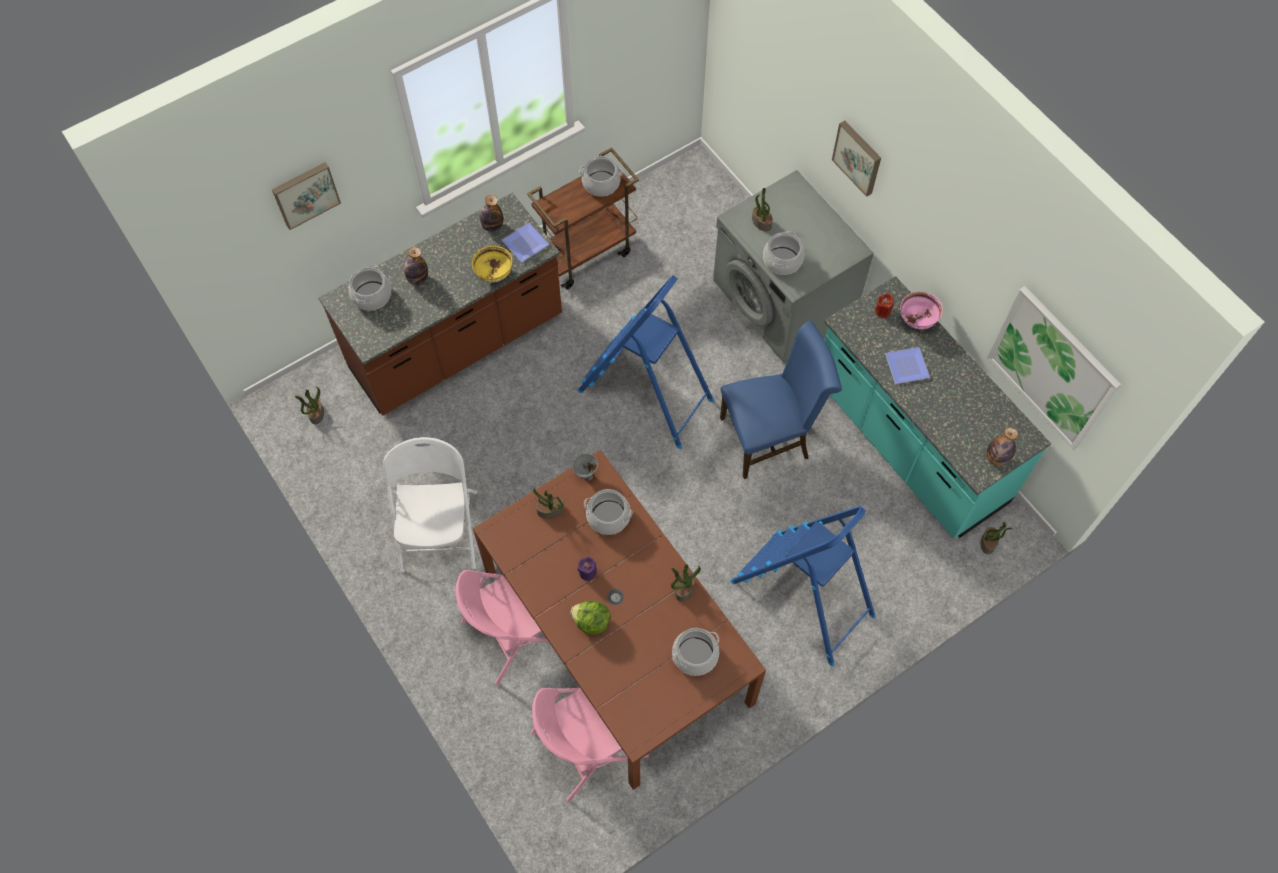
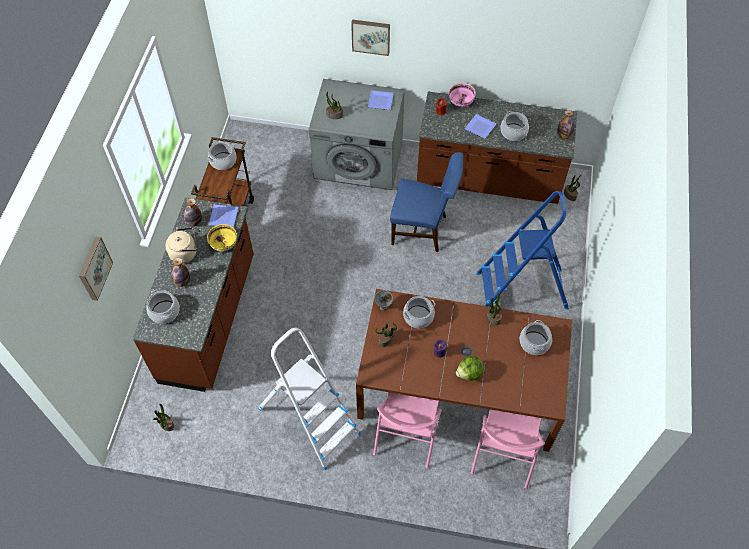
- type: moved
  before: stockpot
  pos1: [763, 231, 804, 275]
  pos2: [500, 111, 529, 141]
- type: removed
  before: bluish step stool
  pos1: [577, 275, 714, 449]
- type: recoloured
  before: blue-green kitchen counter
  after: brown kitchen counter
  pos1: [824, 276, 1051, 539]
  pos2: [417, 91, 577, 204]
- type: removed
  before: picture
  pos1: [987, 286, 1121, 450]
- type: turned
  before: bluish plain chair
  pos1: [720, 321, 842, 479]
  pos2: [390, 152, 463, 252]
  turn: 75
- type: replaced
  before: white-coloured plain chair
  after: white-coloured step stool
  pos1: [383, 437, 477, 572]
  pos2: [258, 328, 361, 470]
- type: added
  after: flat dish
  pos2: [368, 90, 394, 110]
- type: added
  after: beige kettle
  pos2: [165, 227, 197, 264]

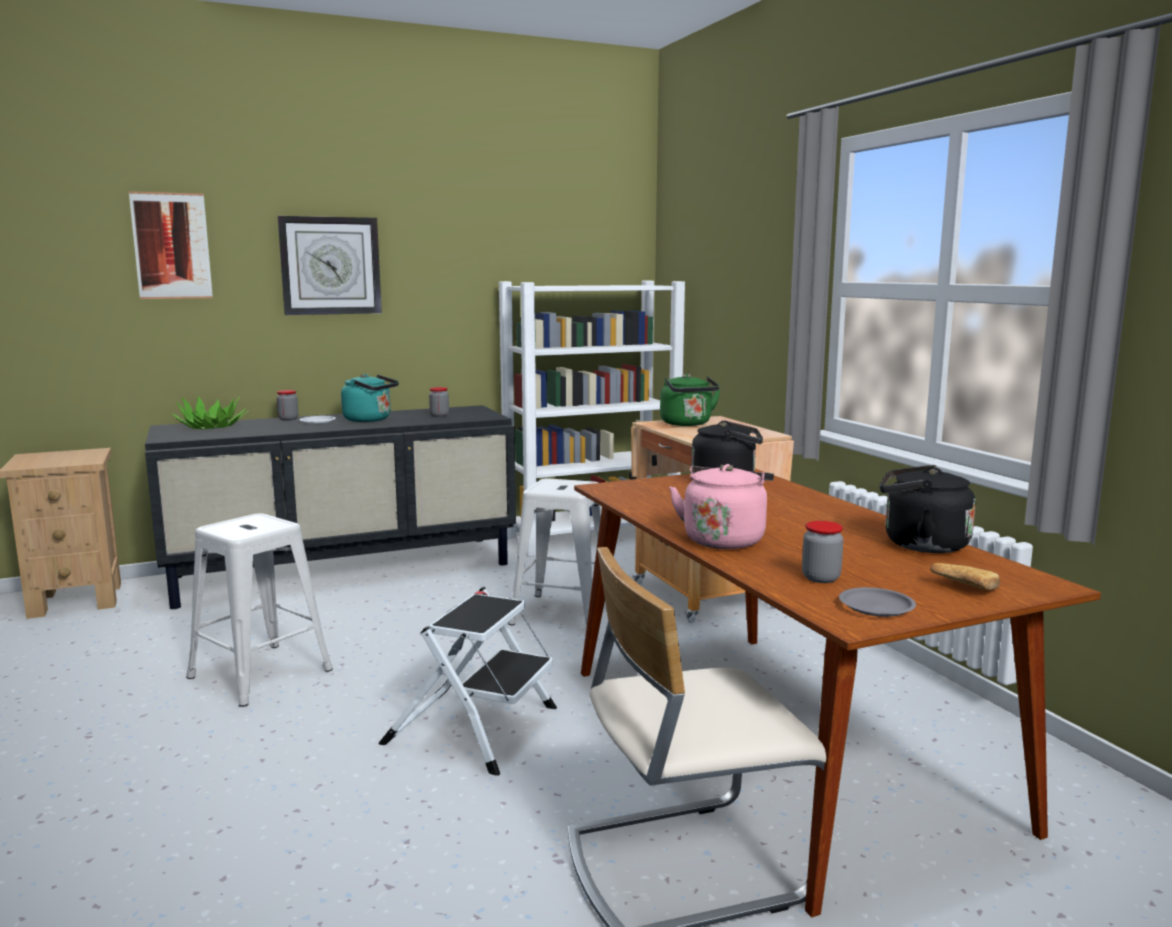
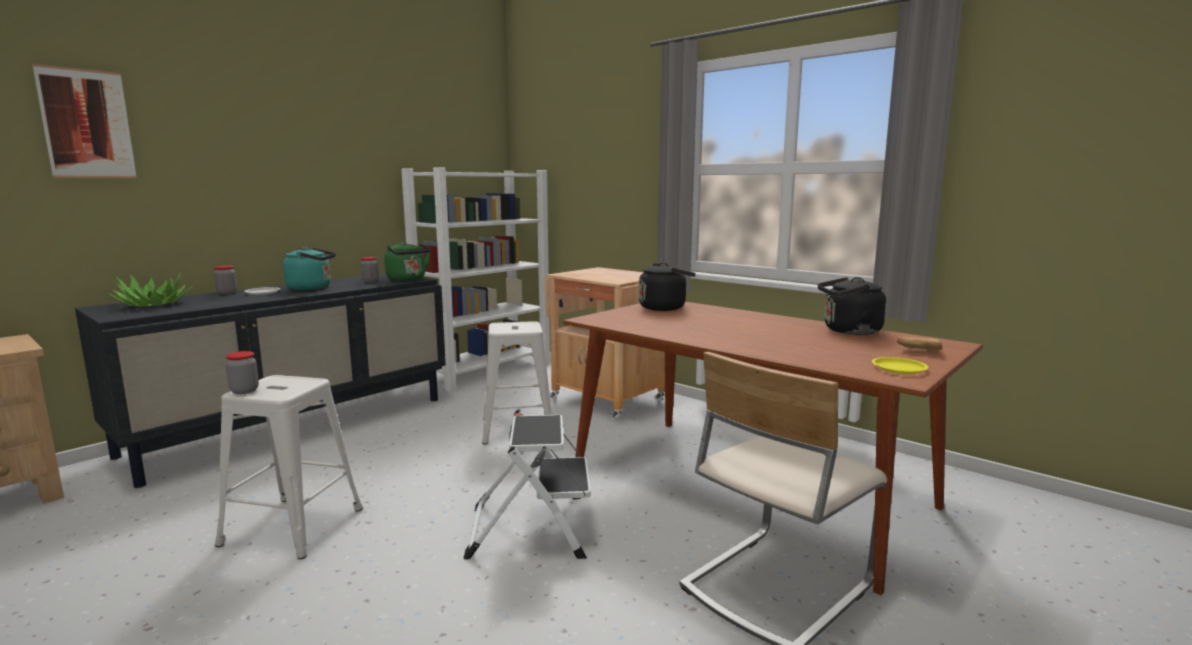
- type: removed
  before: wall clock
  pos1: [277, 216, 382, 315]
- type: moved
  before: green kettle
  pos1: [660, 374, 720, 426]
  pos2: [384, 242, 431, 281]
- type: removed
  before: pink-coloured kettle
  pos1: [669, 464, 774, 549]
- type: moved
  before: jar
  pos1: [802, 521, 843, 583]
  pos2: [226, 351, 259, 394]
- type: recoloured
  before: grey flat dish
  after: yellowish flat dish
  pos1: [839, 587, 916, 617]
  pos2: [872, 357, 929, 374]

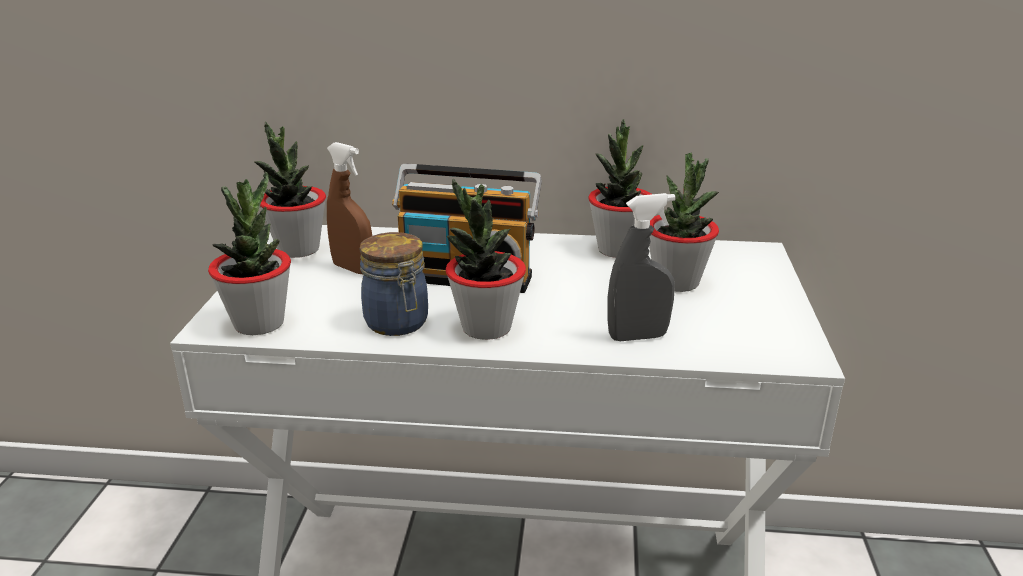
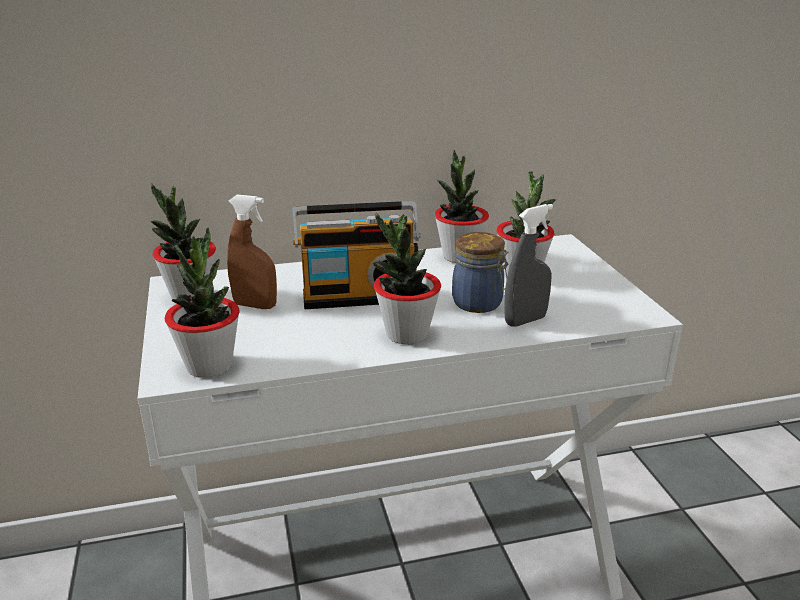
- type: moved
  before: jar
  pos1: [360, 232, 428, 336]
  pos2: [452, 232, 508, 313]

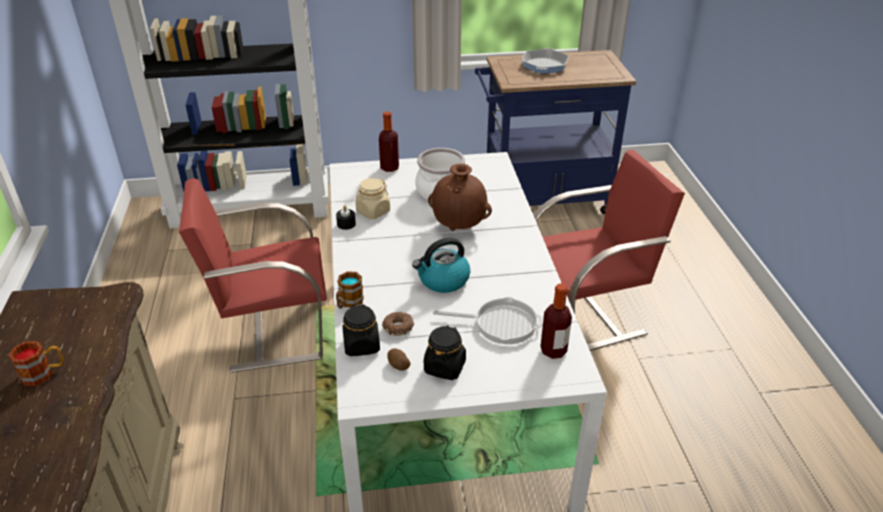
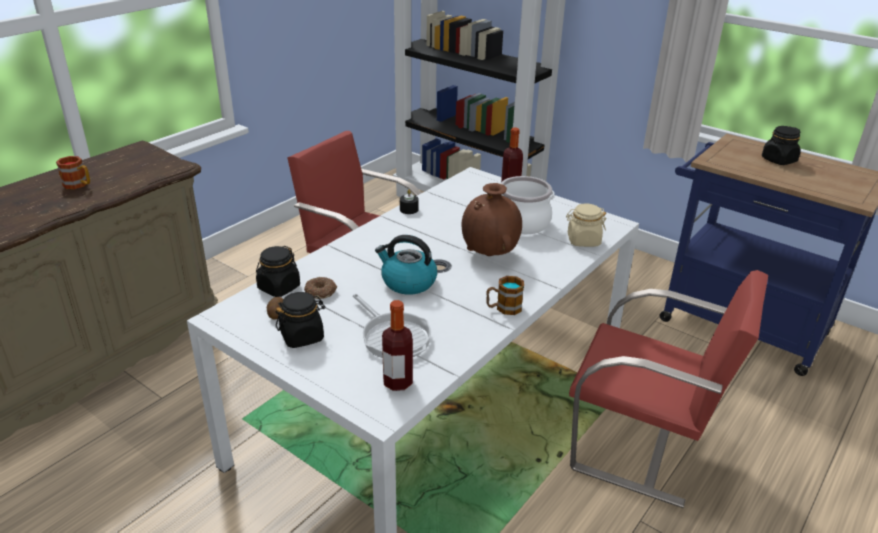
- type: replaced
  before: frying pan
  after: blackish jar
  pos1: [522, 48, 569, 74]
  pos2: [762, 126, 801, 165]
- type: moved
  before: beige jar
  pos1: [355, 178, 390, 219]
  pos2: [566, 204, 606, 247]
- type: moved
  before: coffee mug
  pos1: [336, 271, 364, 309]
  pos2: [486, 276, 524, 315]

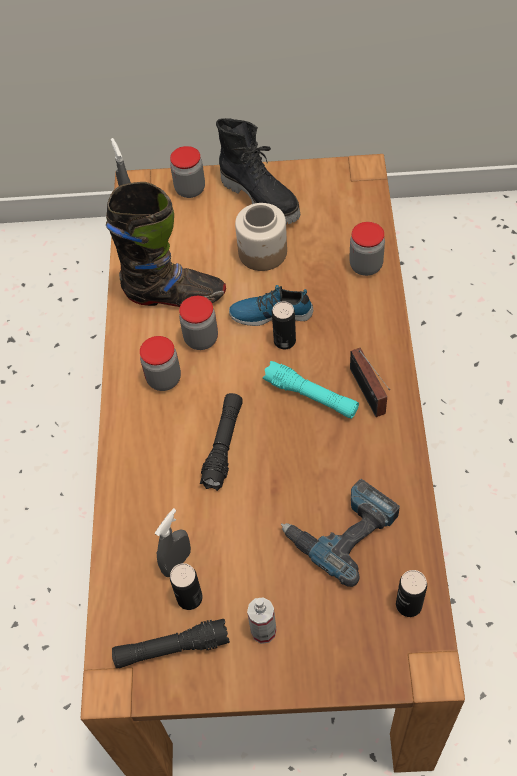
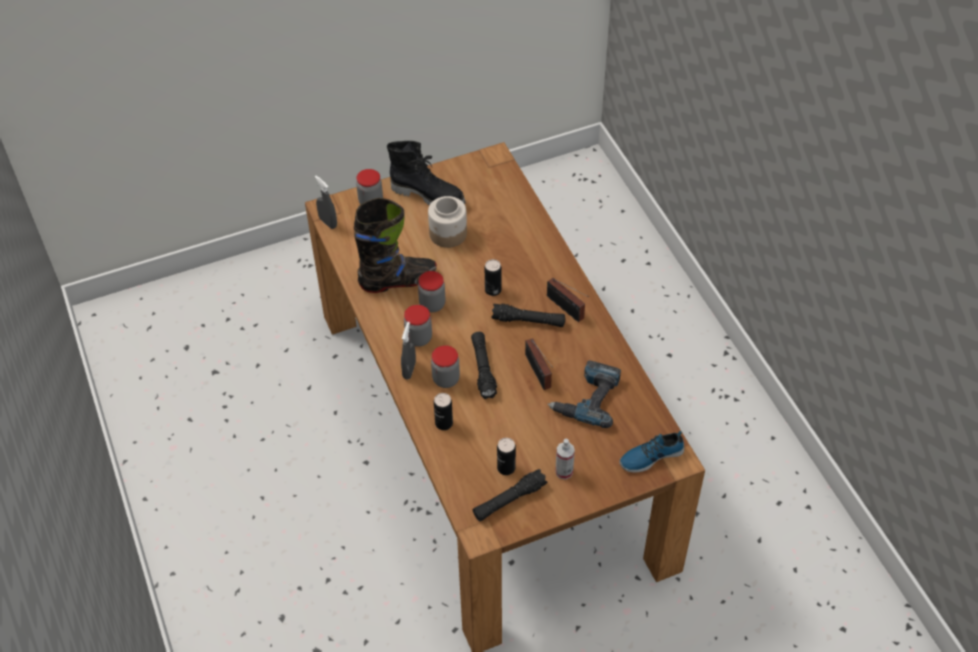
- type: moved
  before: jar
  pos1: [349, 222, 385, 276]
  pos2: [431, 345, 460, 388]
- type: moved
  before: shoe
  pos1: [229, 285, 313, 326]
  pos2: [619, 431, 684, 473]
- type: recoloured
  before: blue-green torch
  after: blackish torch
  pos1: [263, 361, 359, 419]
  pos2: [491, 304, 565, 327]
- type: moved
  before: grey hand sprayer
  pos1: [154, 508, 191, 577]
  pos2: [401, 322, 416, 379]
- type: moved
  before: sealed can
  pos1: [396, 570, 427, 617]
  pos2: [434, 393, 453, 430]
- type: added
  after: radio set
  pos2: [525, 338, 553, 390]

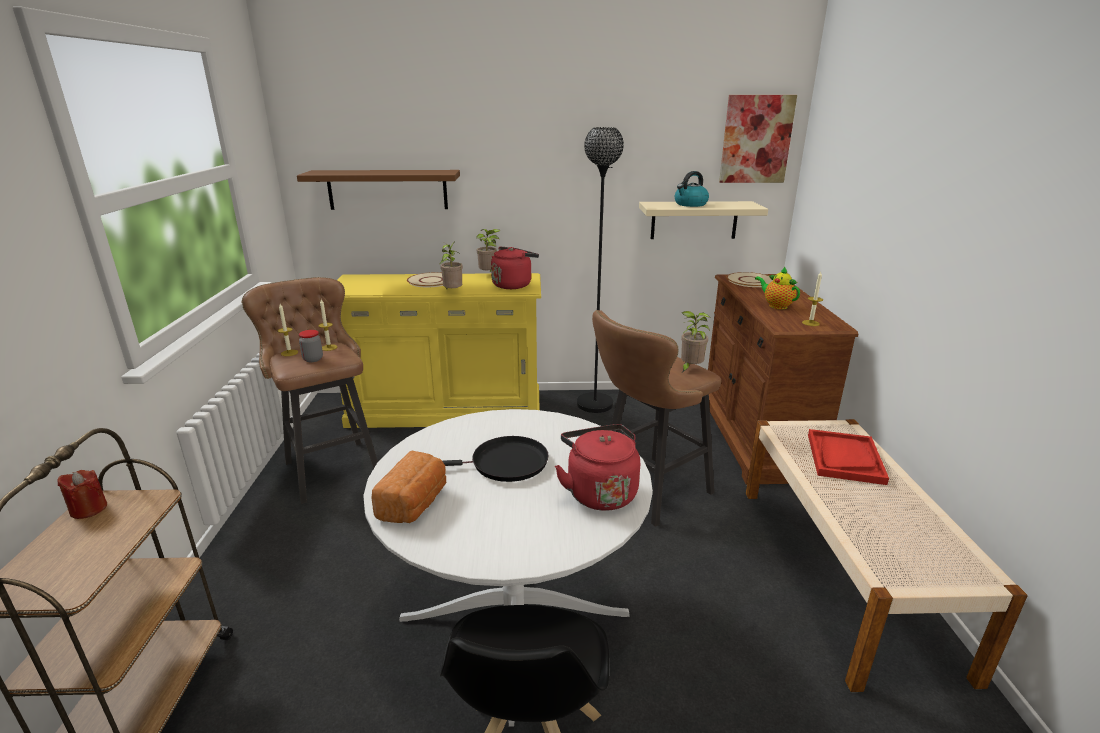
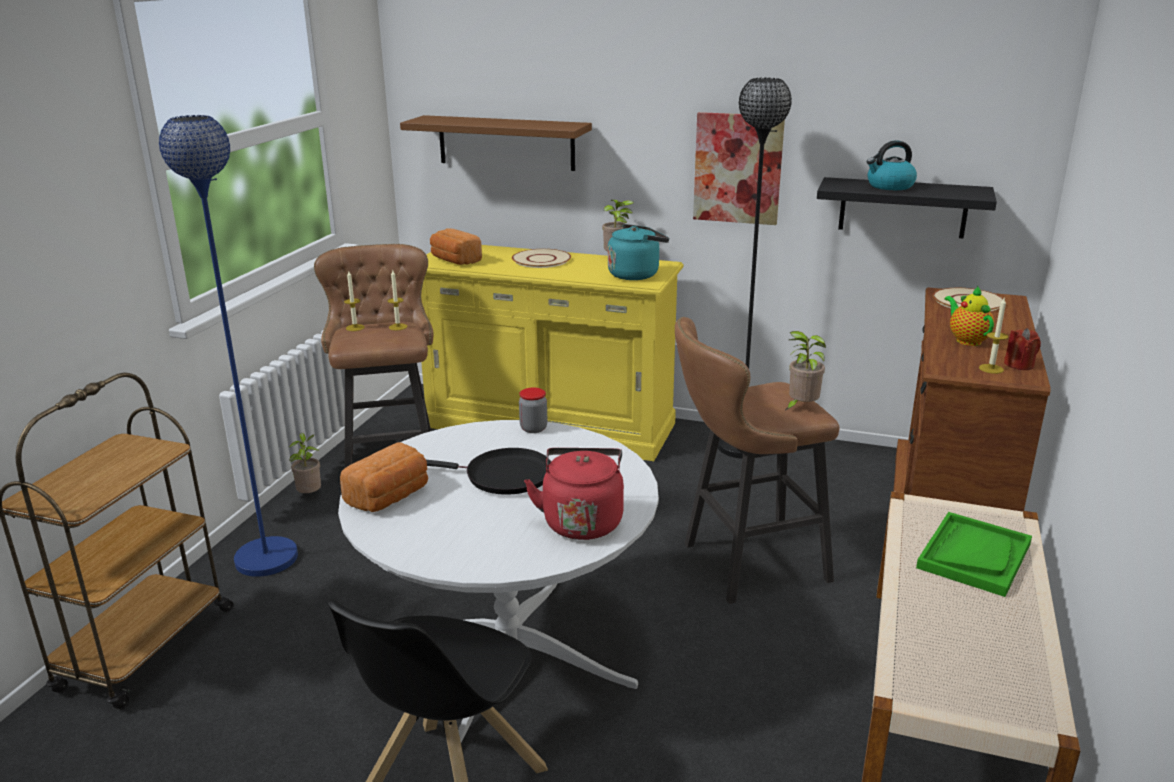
- type: moved
  before: picture
  pos1: [719, 95, 797, 183]
  pos2: [693, 112, 785, 225]
- type: recoloured
  before: beige wall shelf
  after: blackish wall shelf
  pos1: [639, 201, 768, 239]
  pos2: [817, 177, 997, 239]
- type: moved
  before: potted plant
  pos1: [440, 241, 463, 289]
  pos2: [288, 433, 321, 493]
- type: recoloured
  before: red kettle
  after: blue-green kettle
  pos1: [491, 247, 539, 289]
  pos2: [608, 224, 669, 280]
- type: moved
  before: jar
  pos1: [299, 330, 323, 362]
  pos2: [519, 388, 547, 433]
- type: recoloured
  before: red carrying tray
  after: green carrying tray
  pos1: [808, 429, 889, 485]
  pos2: [916, 512, 1032, 597]
- type: moved
  before: red wax light
  pos1: [58, 470, 107, 519]
  pos2: [1004, 328, 1041, 370]
- type: added
  after: bluish standard lamp
  pos2: [159, 115, 298, 577]
- type: added
  after: bread
  pos2: [430, 228, 482, 265]

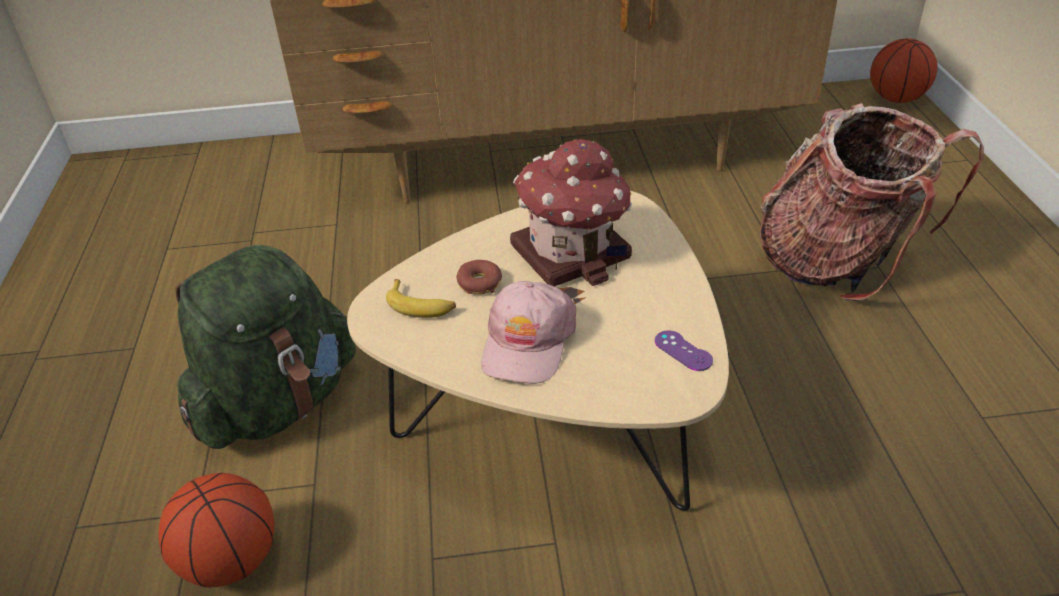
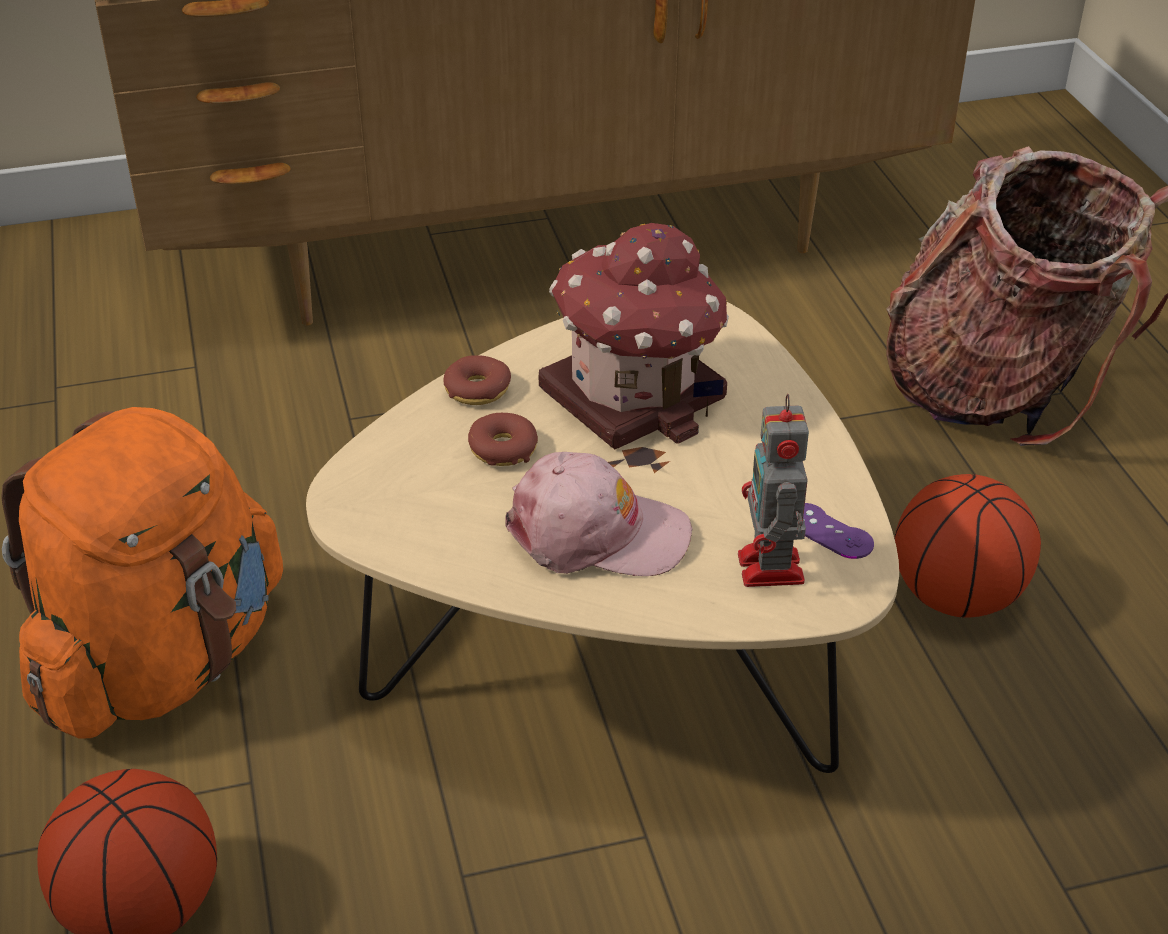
- type: moved
  before: basketball
  pos1: [870, 38, 938, 103]
  pos2: [894, 474, 1041, 618]
- type: recoloured
  before: green knapsack
  after: orangey knapsack
  pos1: [175, 245, 356, 449]
  pos2: [1, 407, 283, 738]
- type: removed
  before: banana
  pos1: [386, 279, 456, 318]
- type: turned
  before: pink-coloured baseball cap
  pos1: [481, 281, 576, 384]
  pos2: [505, 452, 693, 576]
  turn: -90
- type: added
  after: donut
  pos2: [444, 355, 511, 405]
- type: added
  after: model robot
  pos2: [738, 394, 809, 587]

